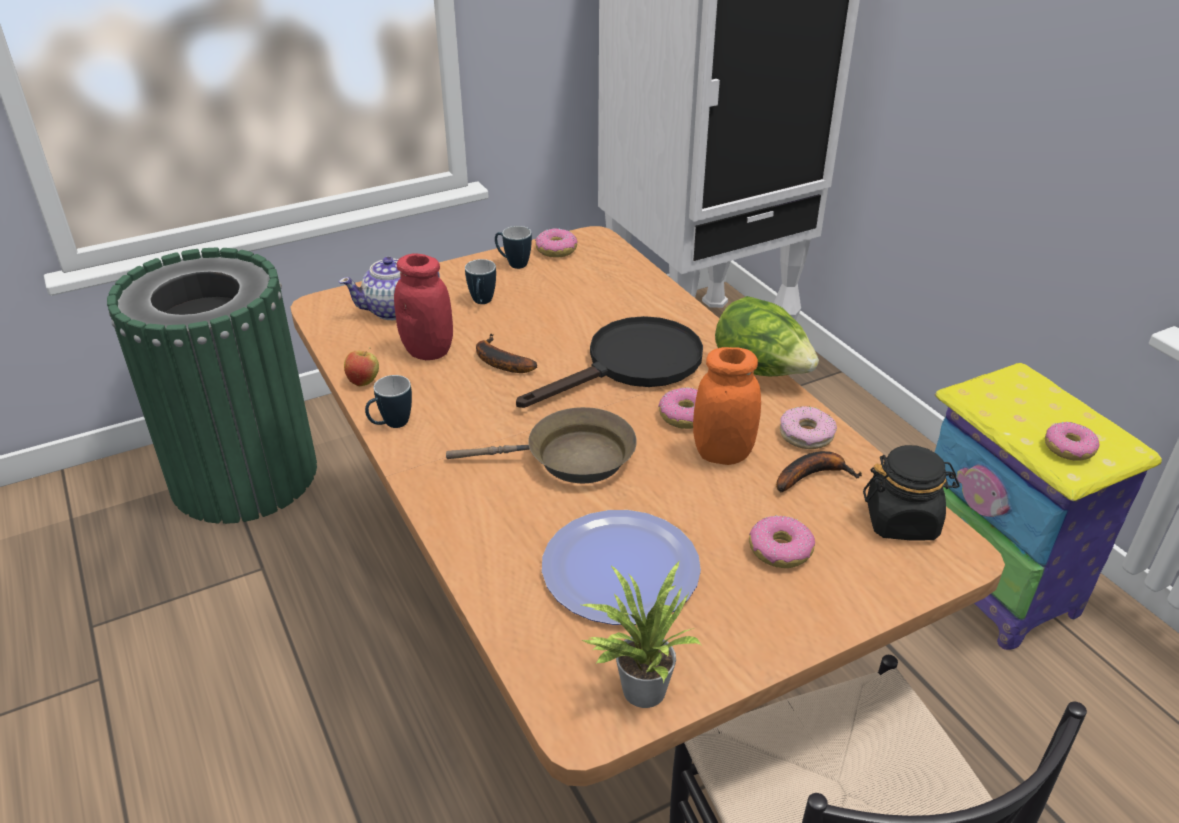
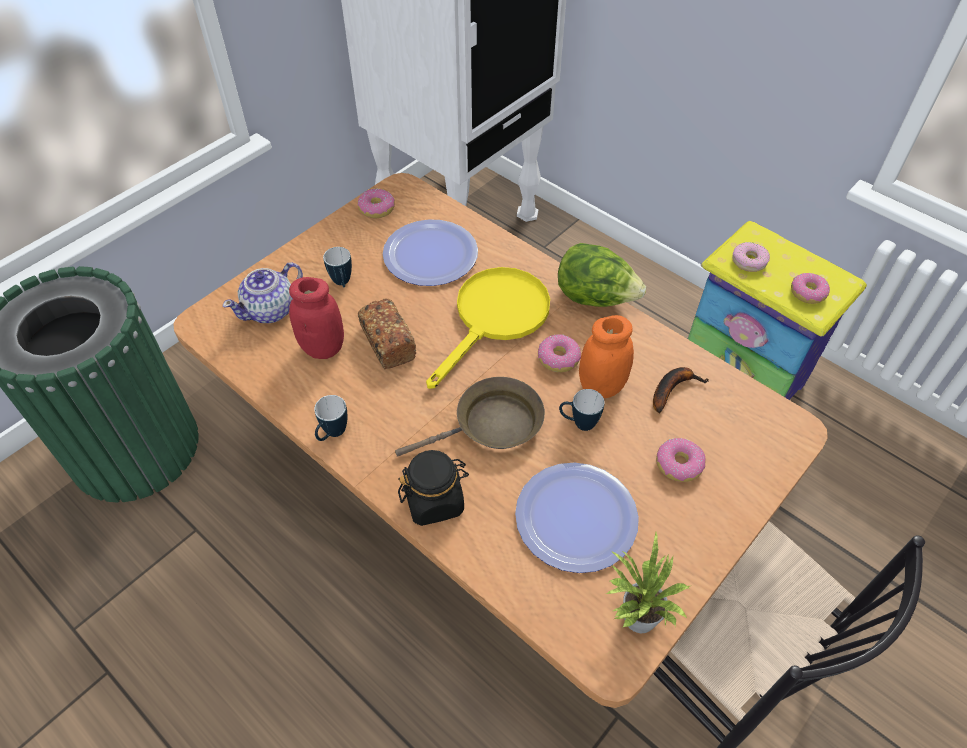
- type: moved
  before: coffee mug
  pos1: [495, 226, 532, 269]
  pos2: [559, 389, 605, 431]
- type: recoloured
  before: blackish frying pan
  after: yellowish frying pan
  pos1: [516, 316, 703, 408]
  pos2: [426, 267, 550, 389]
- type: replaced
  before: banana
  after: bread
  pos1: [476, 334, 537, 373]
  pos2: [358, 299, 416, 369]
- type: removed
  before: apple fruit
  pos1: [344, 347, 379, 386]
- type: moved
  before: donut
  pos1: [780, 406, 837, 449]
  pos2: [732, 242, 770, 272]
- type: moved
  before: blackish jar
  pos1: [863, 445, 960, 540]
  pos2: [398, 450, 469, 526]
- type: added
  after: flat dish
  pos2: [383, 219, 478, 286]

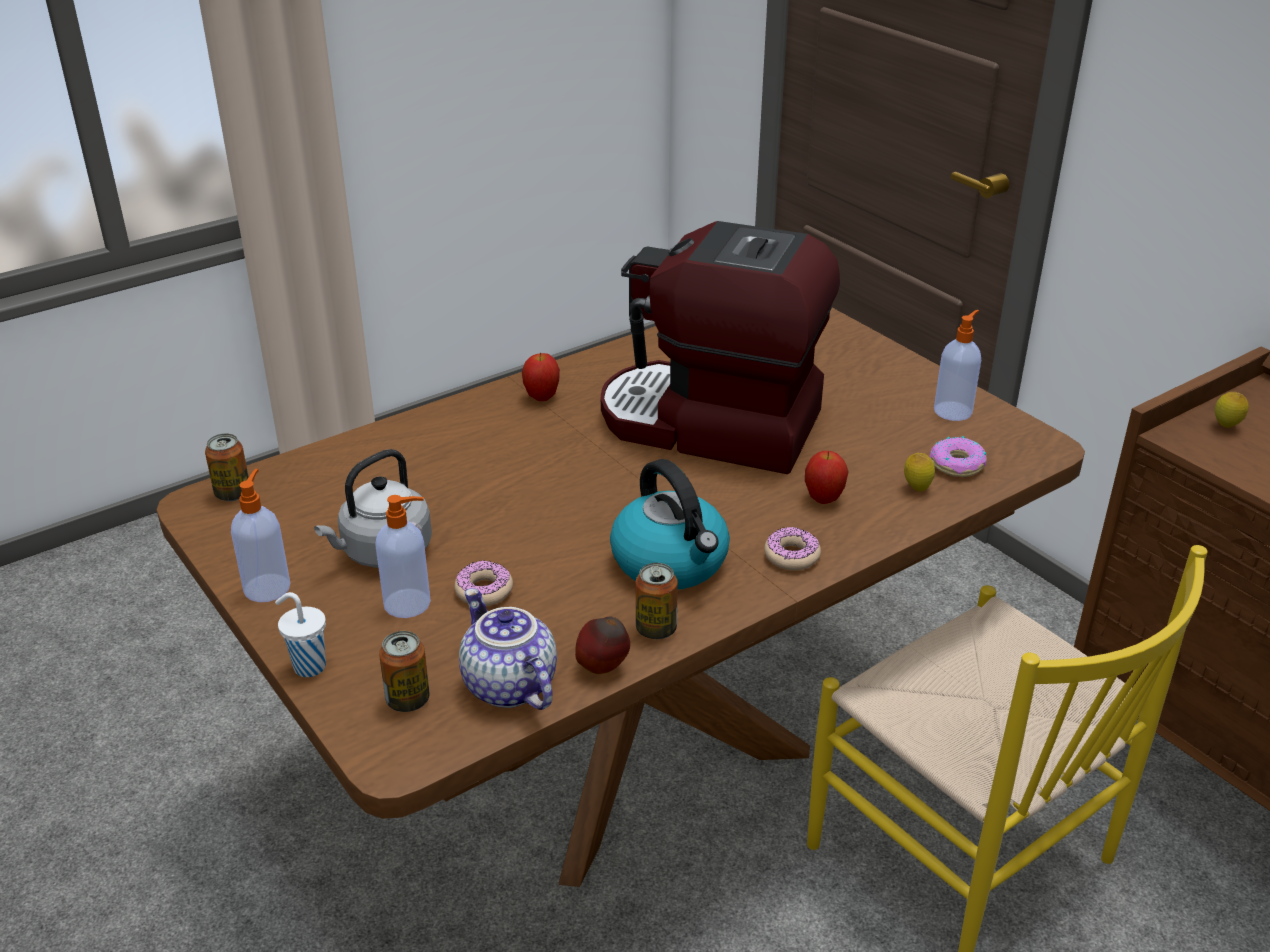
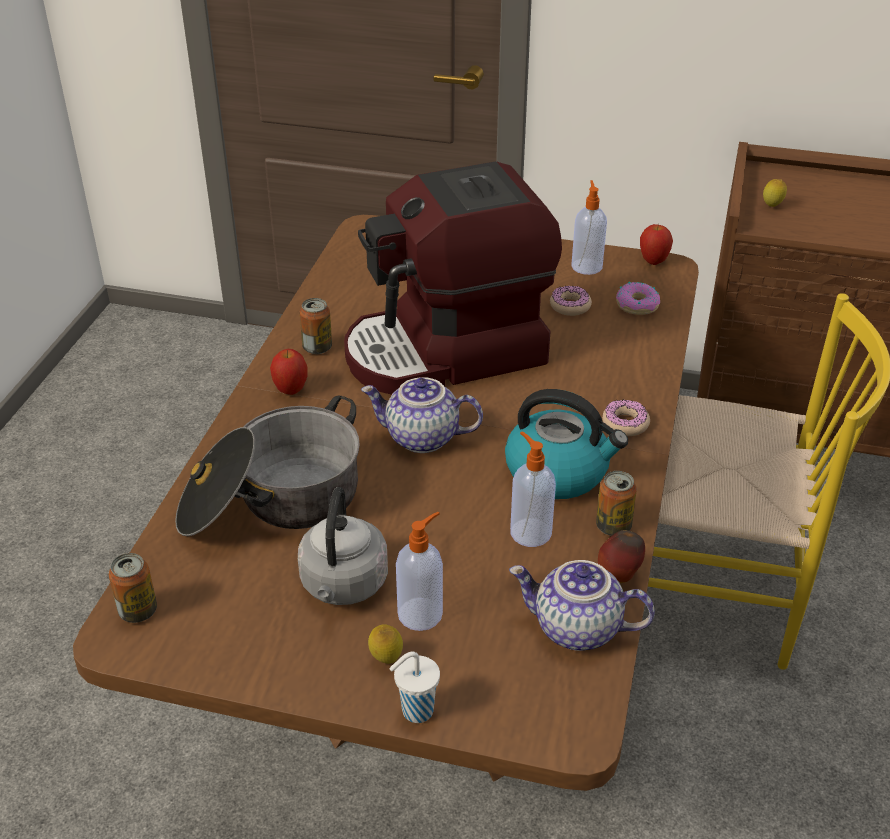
- type: moved
  before: apple fruit
  pos1: [805, 451, 849, 504]
  pos2: [640, 224, 673, 265]
- type: moved
  before: lemon
  pos1: [904, 453, 935, 492]
  pos2: [368, 624, 403, 664]
- type: moved
  before: soap bottle
  pos1: [231, 469, 290, 602]
  pos2: [510, 431, 556, 547]
- type: moved
  before: donut
  pos1: [454, 560, 513, 606]
  pos2: [550, 286, 592, 316]
- type: moved
  before: sealed can
  pos1: [379, 631, 430, 712]
  pos2: [299, 298, 332, 354]
- type: added
  after: teapot
  pos2: [361, 377, 483, 453]
- type: added
  after: stockpot
  pos2: [175, 396, 360, 536]

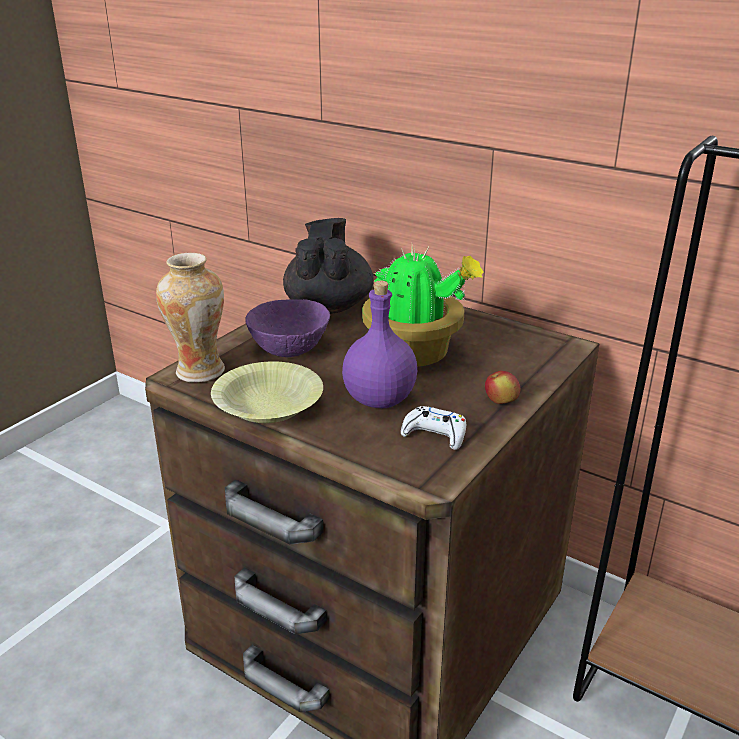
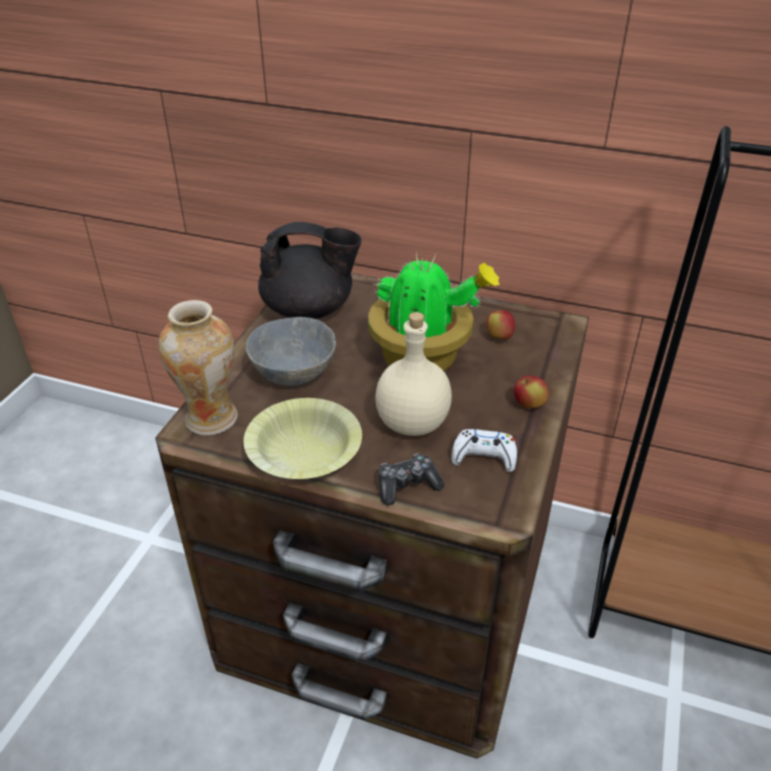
- type: turned
  before: blackish teapot
  pos1: [283, 218, 374, 314]
  pos2: [258, 222, 362, 319]
  turn: 105
- type: recoloured
  before: purple-coloured drink bottle
  after: beige drink bottle
  pos1: [342, 280, 417, 408]
  pos2: [375, 312, 452, 436]
- type: recoloured
  before: purple-coloured deep dish
  after: grey deep dish
  pos1: [245, 299, 330, 357]
  pos2: [246, 317, 336, 386]
- type: added
  after: apple fruit
  pos2: [486, 310, 515, 339]
- type: added
  after: gamepad
  pos2: [379, 454, 444, 505]

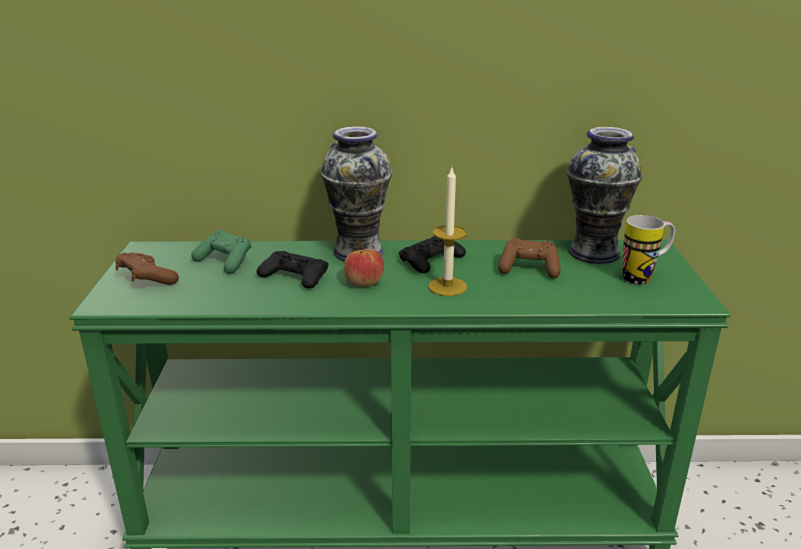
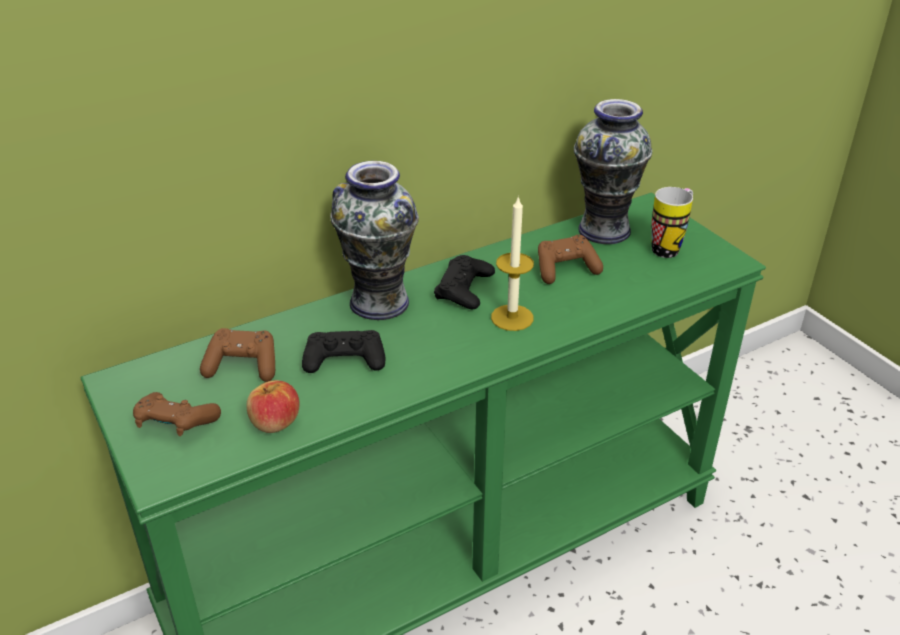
- type: recoloured
  before: green gamepad
  after: brown gamepad
  pos1: [191, 230, 251, 274]
  pos2: [200, 328, 275, 382]
- type: moved
  before: apple fruit
  pos1: [344, 249, 384, 287]
  pos2: [247, 380, 299, 433]

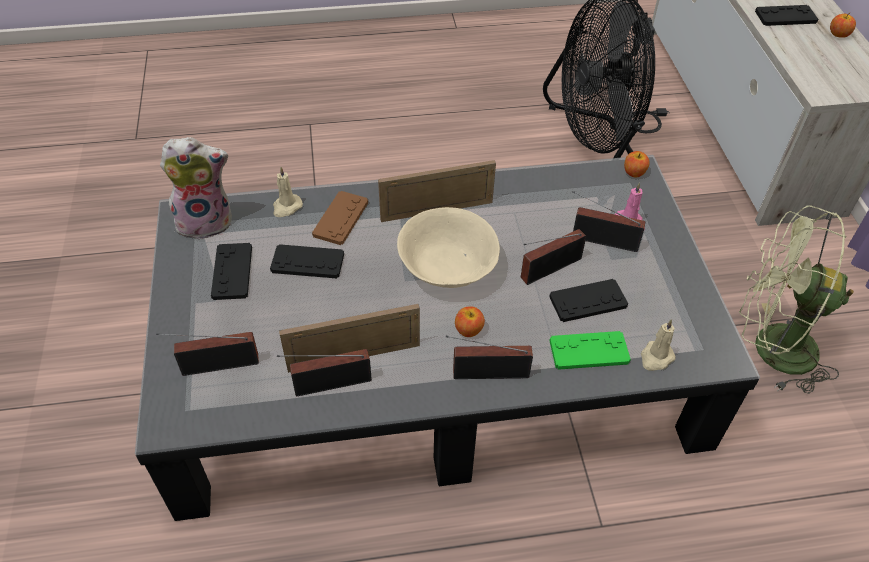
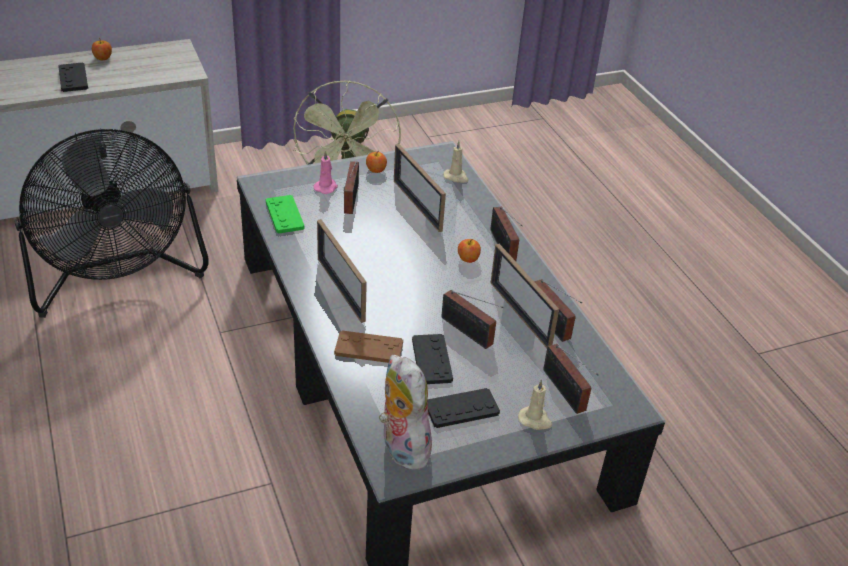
- type: moved
  before: apple fruit
  pos1: [624, 151, 650, 178]
  pos2: [366, 151, 387, 173]
- type: moved
  before: beige wax light
  pos1: [273, 167, 303, 217]
  pos2: [518, 380, 552, 430]
- type: removed
  before: beige deep dish
  pos1: [397, 207, 500, 288]
- type: moved
  before: radio set
  pos1: [521, 229, 586, 285]
  pos2: [441, 290, 503, 349]
- type: replaced
  before: blackish gamepad
  after: picture frame
  pos1: [549, 279, 628, 322]
  pos2: [394, 143, 446, 232]
- type: moved
  before: green gamepad
  pos1: [549, 331, 631, 370]
  pos2: [266, 195, 305, 234]

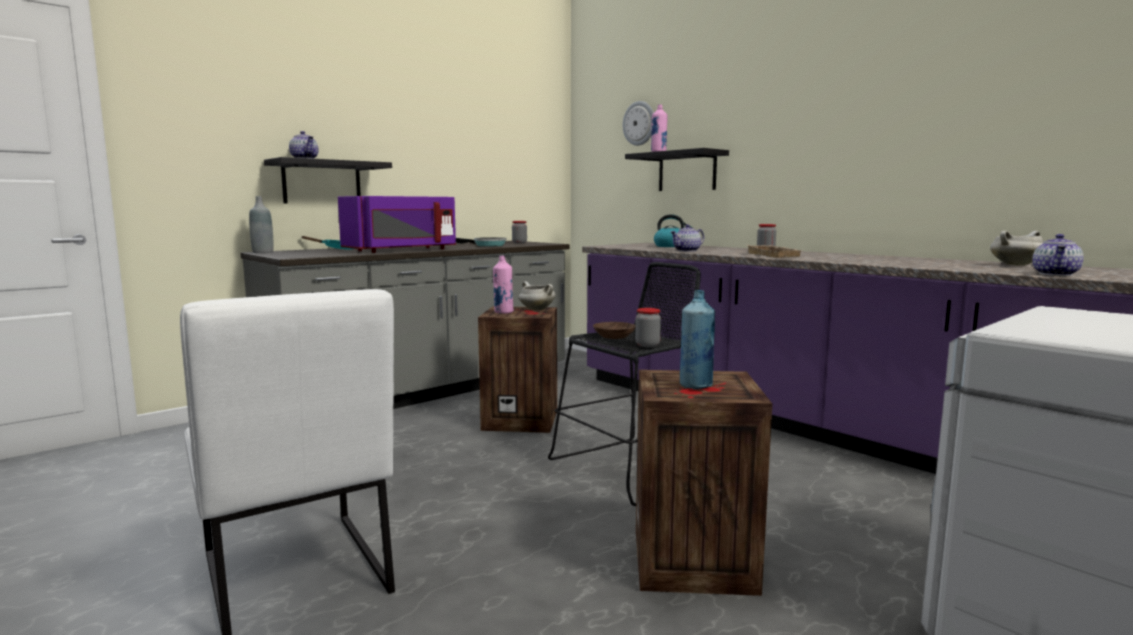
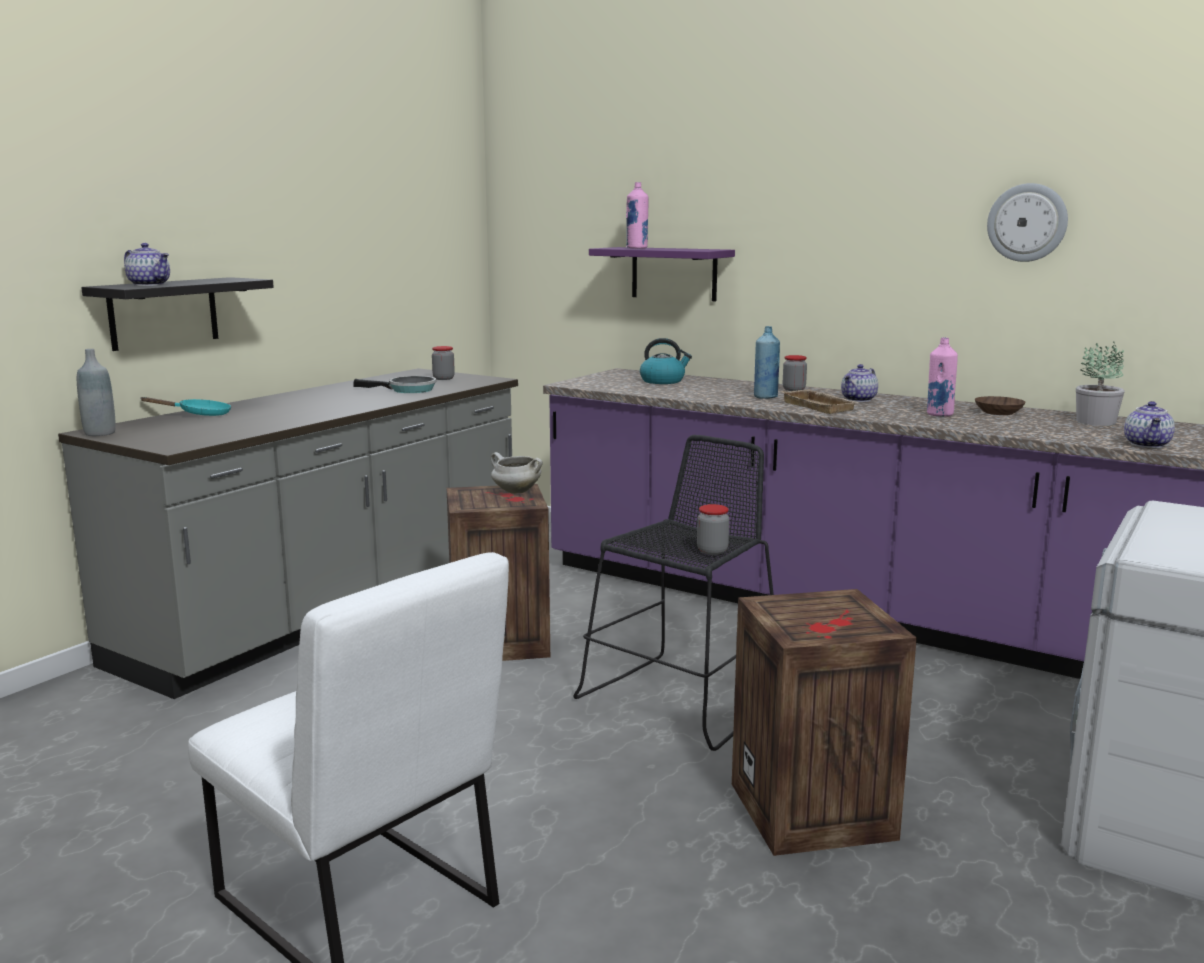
- type: moved
  before: wall clock
  pos1: [623, 101, 654, 146]
  pos2: [987, 183, 1068, 262]
- type: recoloured
  before: blackish wall shelf
  after: purple-coloured wall shelf
  pos1: [625, 148, 729, 191]
  pos2: [589, 247, 735, 301]
- type: removed
  before: purple-coloured microwave
  pos1: [338, 196, 456, 253]
- type: moved
  before: teapot
  pos1: [671, 224, 704, 252]
  pos2: [841, 364, 878, 402]
- type: replaced
  before: white-coloured stockpot
  after: potted plant
  pos1: [990, 231, 1044, 266]
  pos2: [1076, 341, 1125, 426]
- type: moved
  before: pink-coloured drink bottle
  pos1: [493, 256, 514, 314]
  pos2: [927, 337, 958, 416]
- type: moved
  before: bluish drink bottle
  pos1: [680, 290, 715, 389]
  pos2: [754, 326, 780, 399]
- type: moved
  before: brown deep dish
  pos1: [593, 322, 635, 339]
  pos2: [975, 396, 1026, 415]

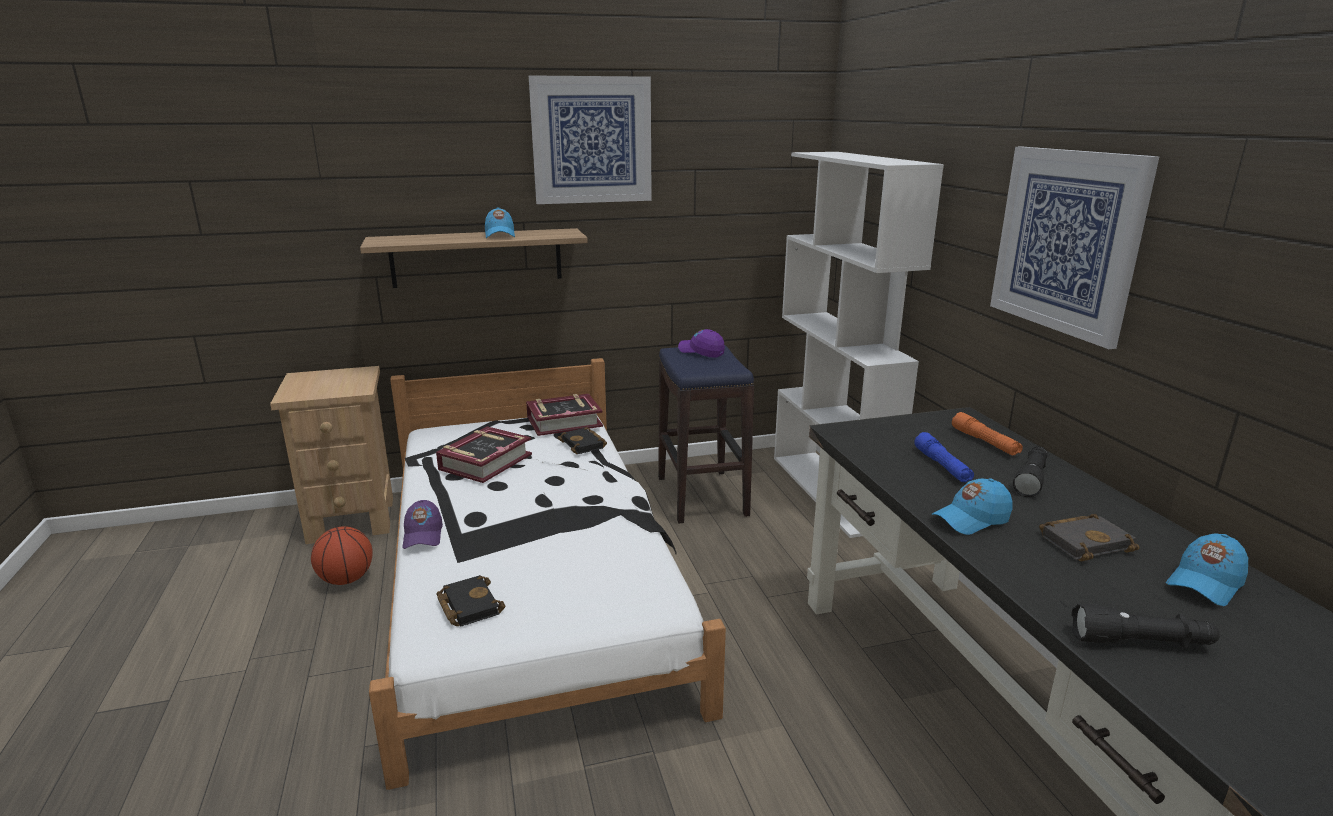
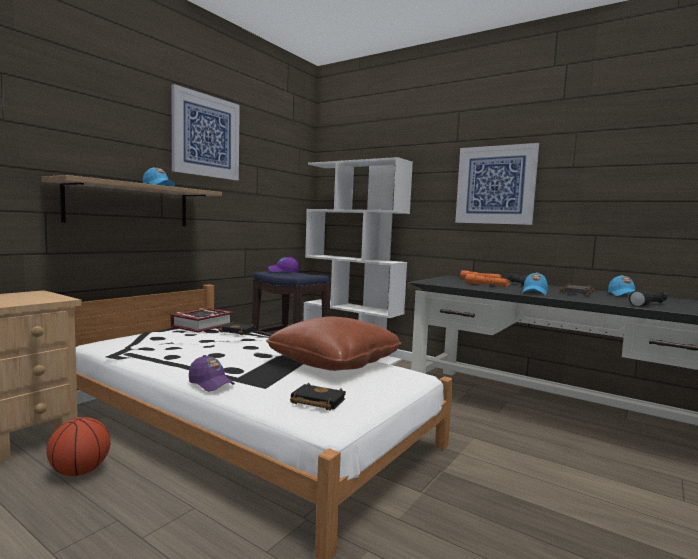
- type: removed
  before: bound book
  pos1: [436, 426, 532, 483]
- type: recoloured
  before: bluish torch
  after: orangey torch
  pos1: [914, 432, 974, 482]
  pos2: [465, 274, 510, 287]
- type: added
  after: brown pillow
  pos2: [266, 316, 402, 371]

